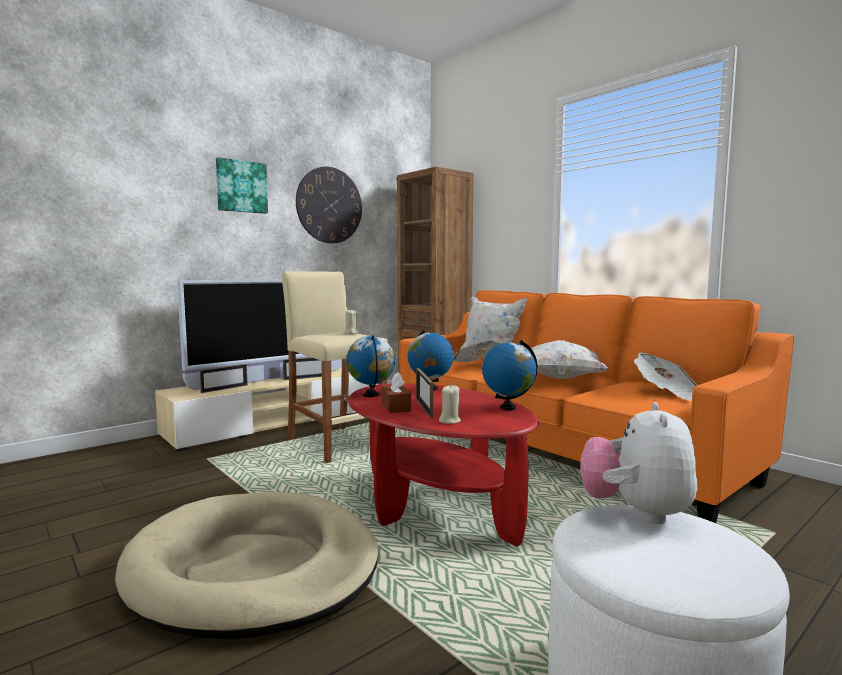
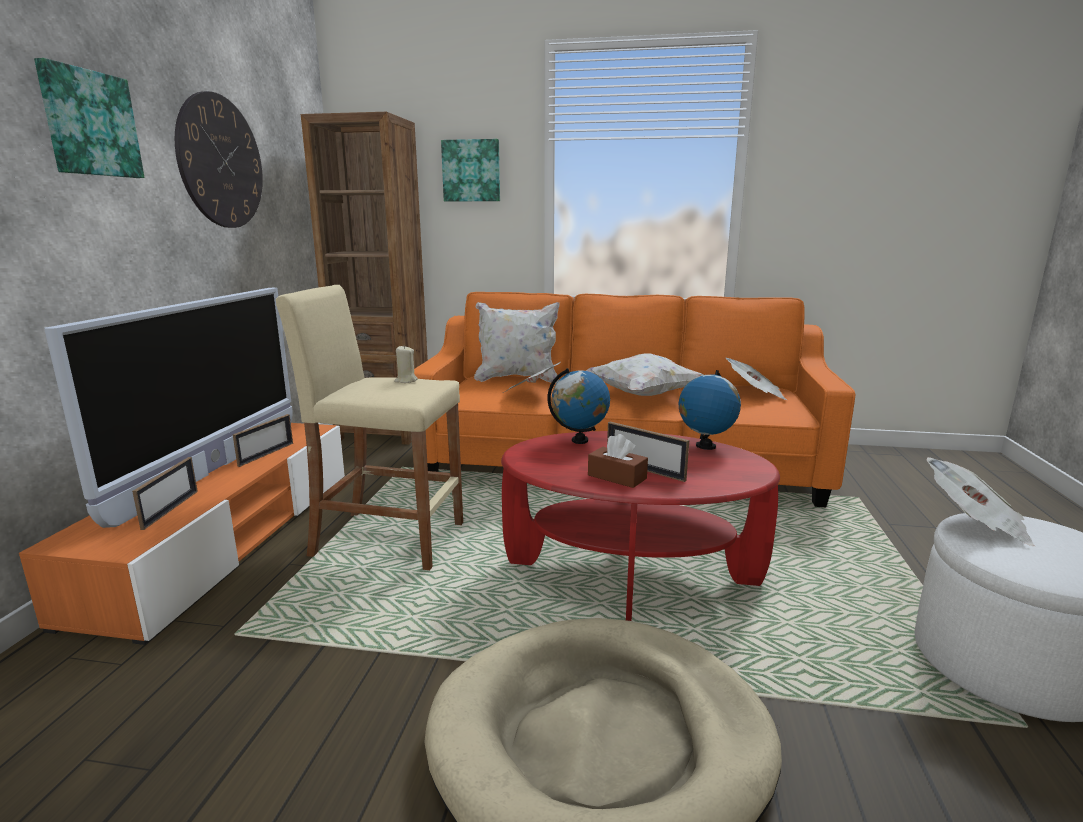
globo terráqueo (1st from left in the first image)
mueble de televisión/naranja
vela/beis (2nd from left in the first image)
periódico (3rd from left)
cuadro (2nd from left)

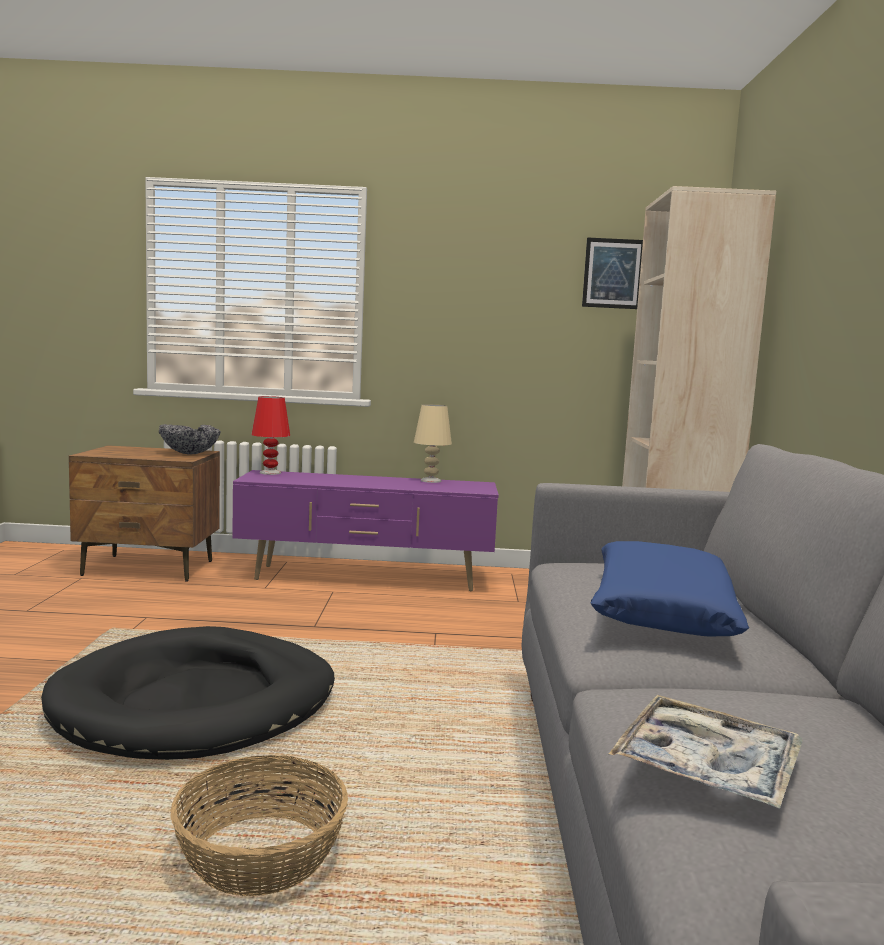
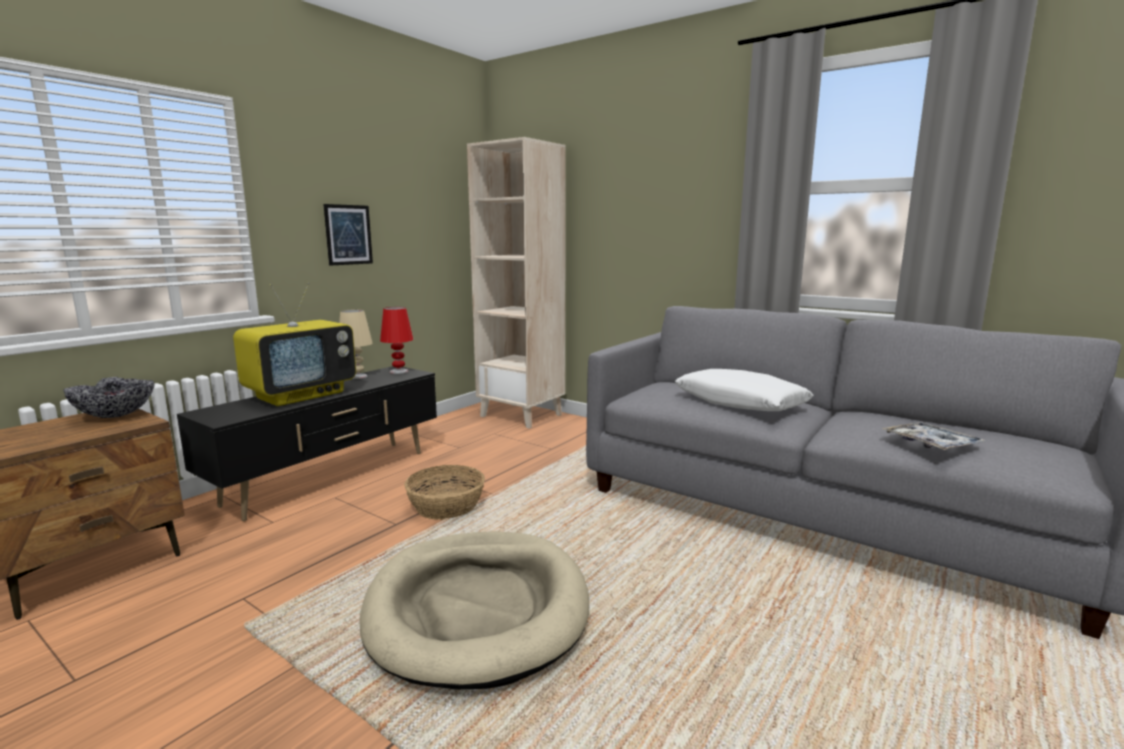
cuadro
lámpara de mesa/rojo
mueble de televisión/negro
cojín/blanco
cama para perro/beis
cesta
televisor

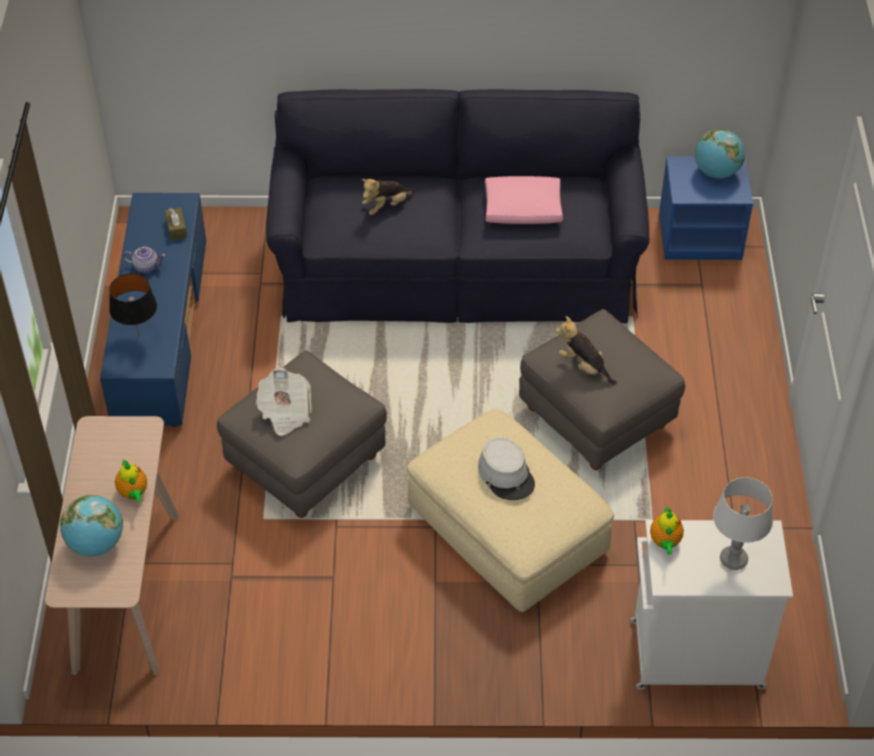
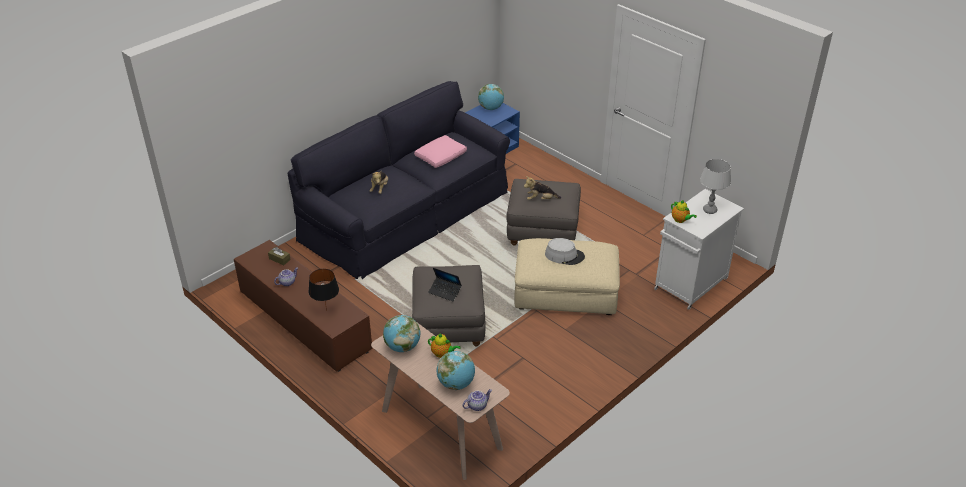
mueble de televisión/marrón
portátil
globo terráqueo (1st from left)
tetera (3rd from left)

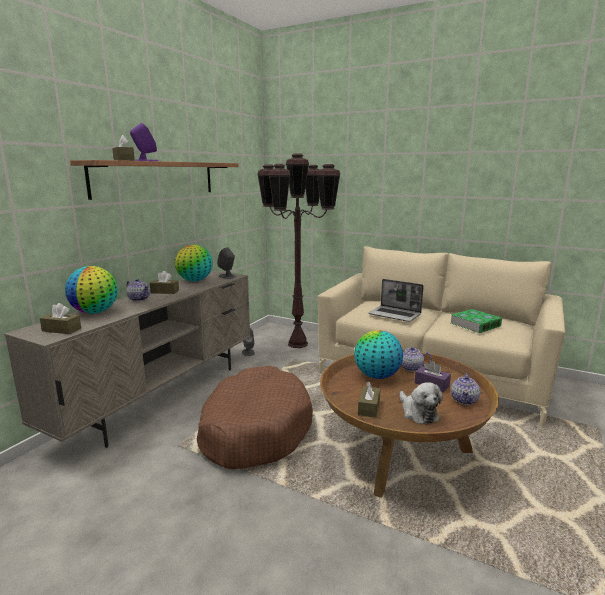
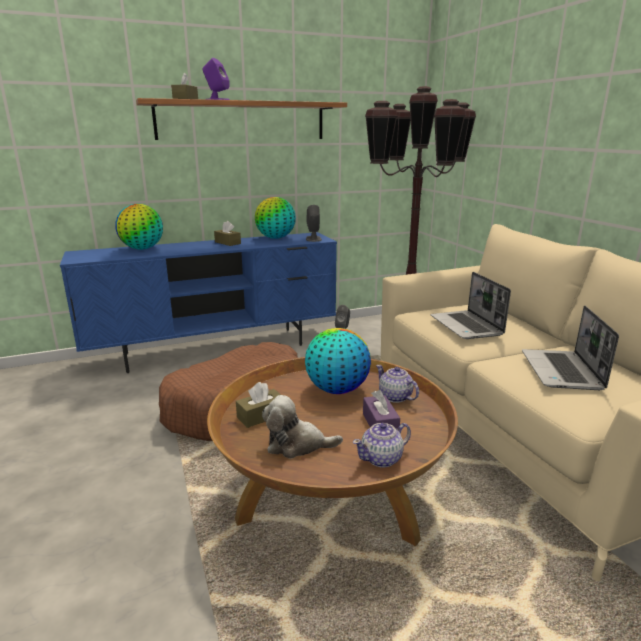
mueble de televisión/azul
tetera (1st from left in the first image)
caja de pañuelos/marrón (1st from left in the first image)
portátil (2nd from left)
peluche

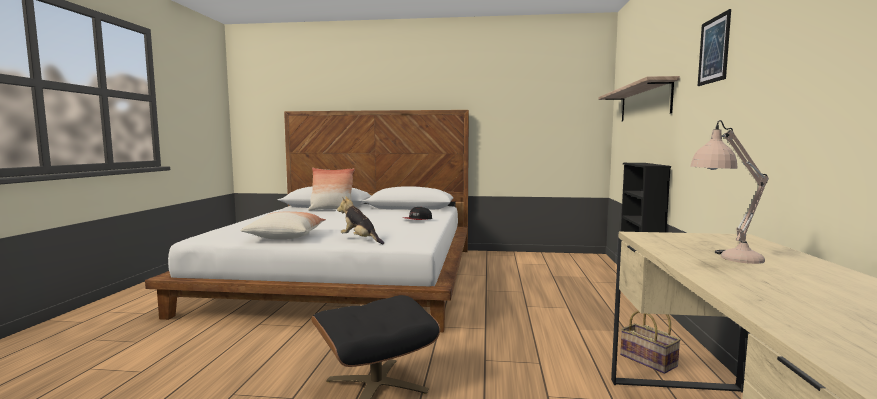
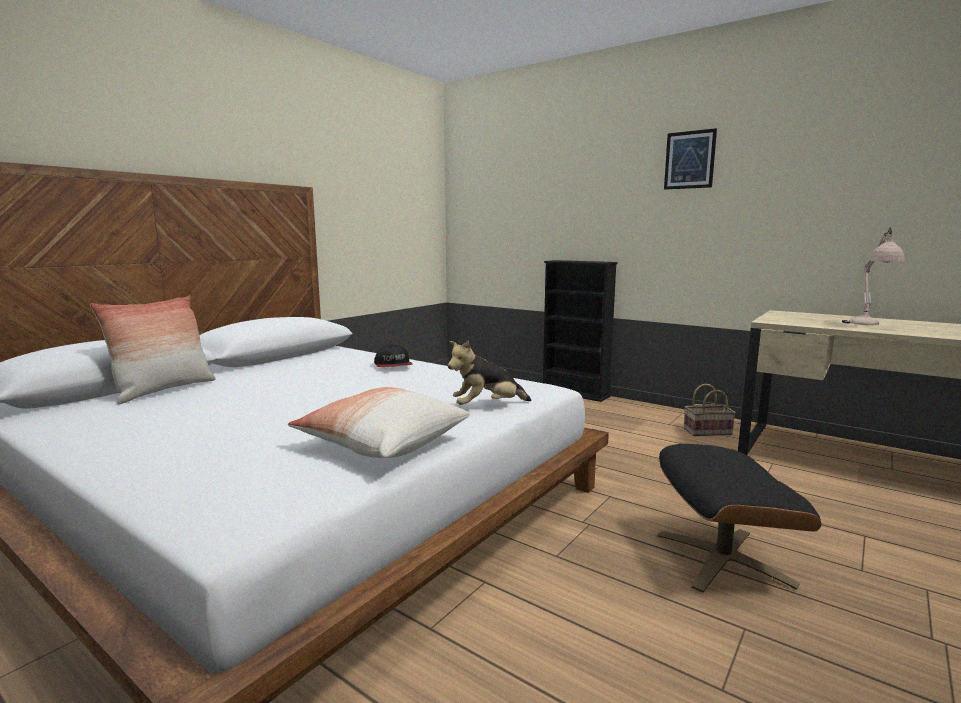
estante

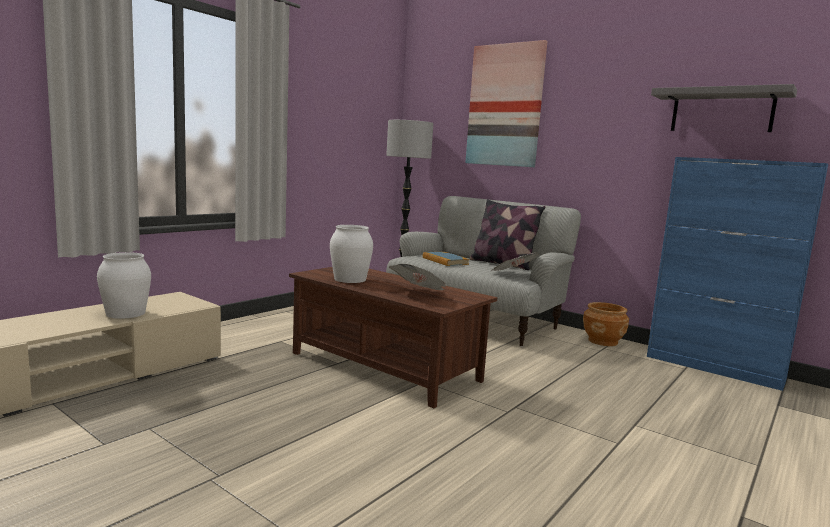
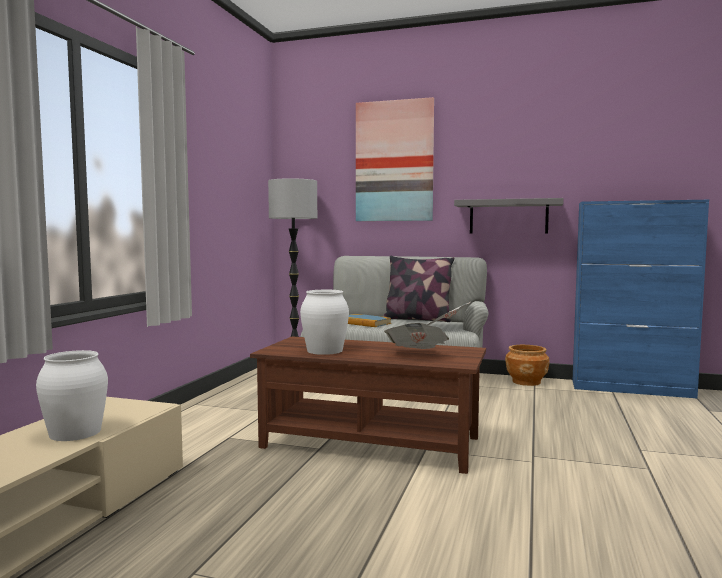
estante/gris

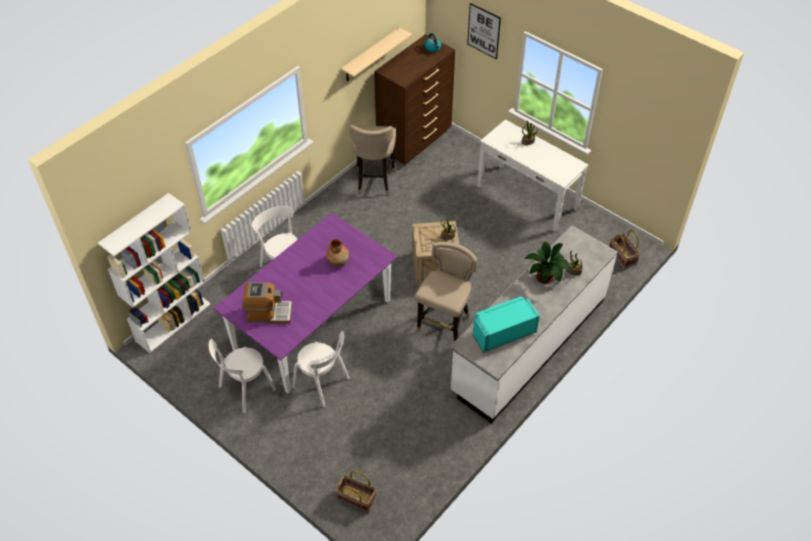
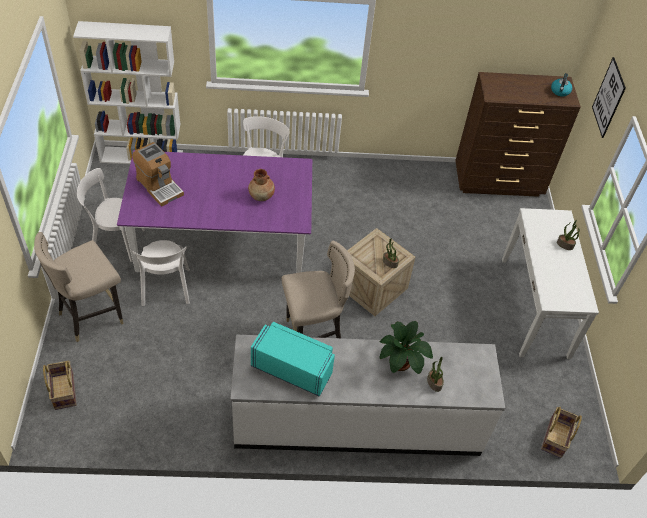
estante/beis
taburete/beis (1st from left)

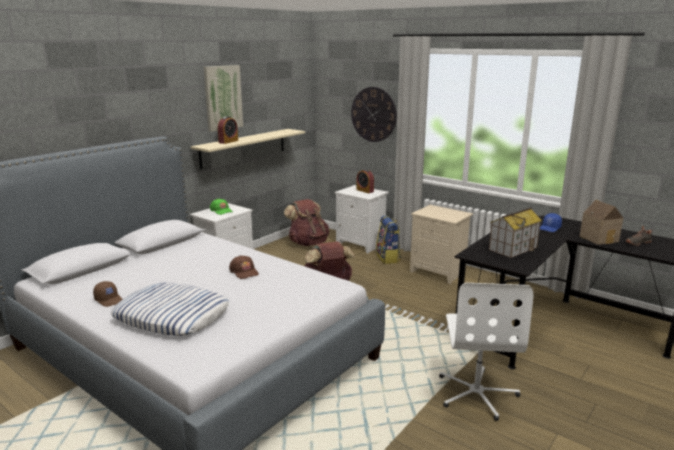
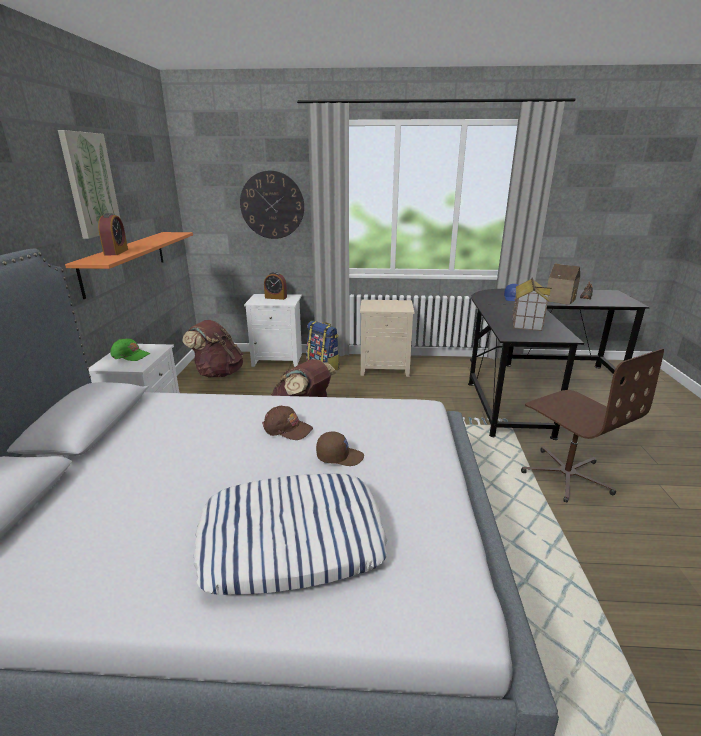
estante/naranja
gorra/marrón (2nd from left)
silla de oficina/marrón

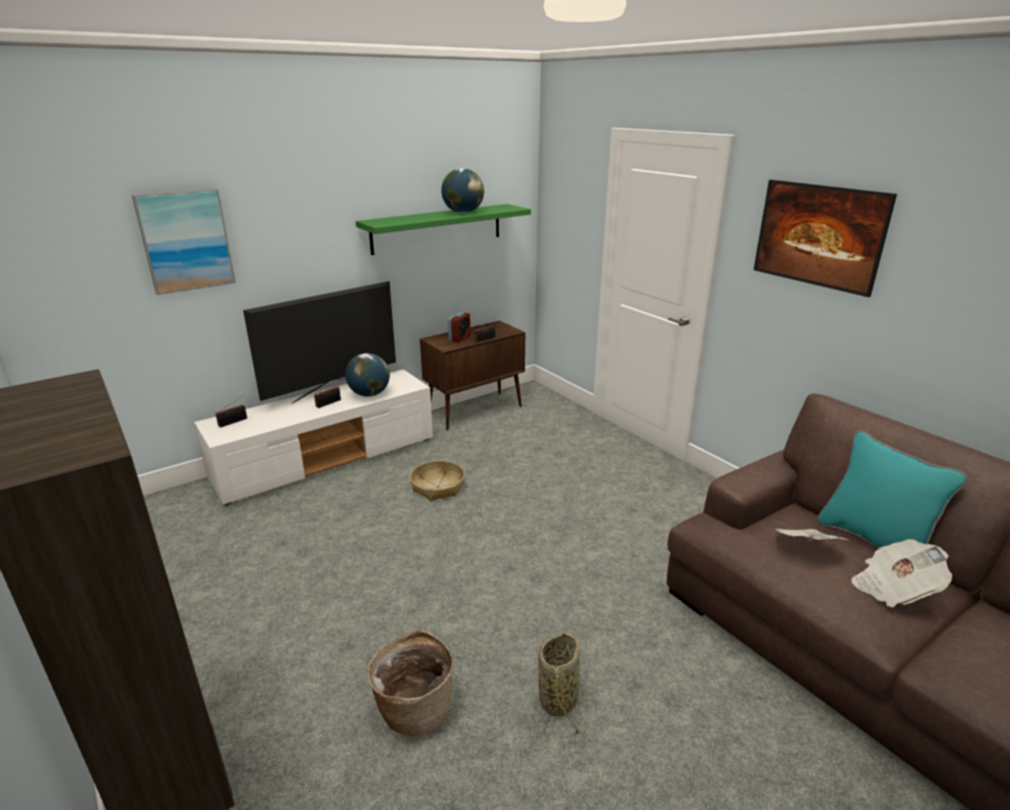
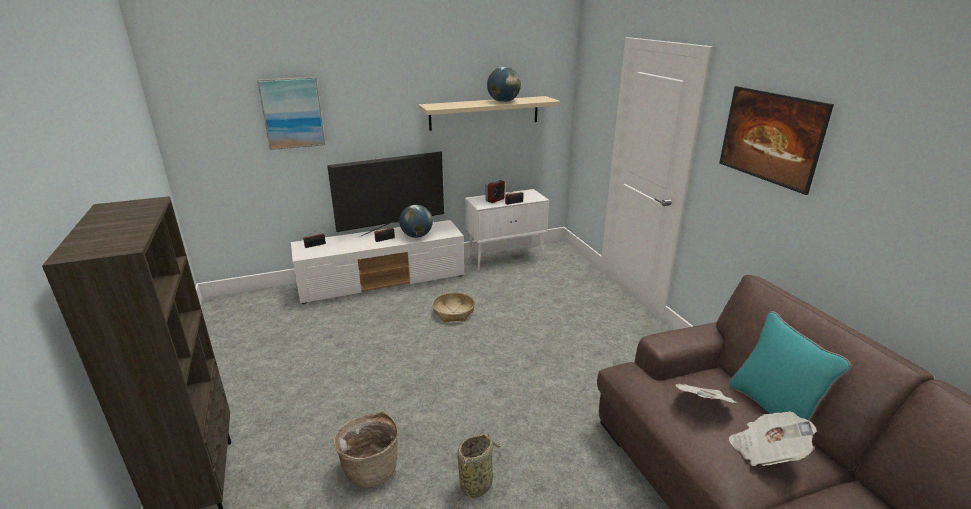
estante/beis
armario/blanco

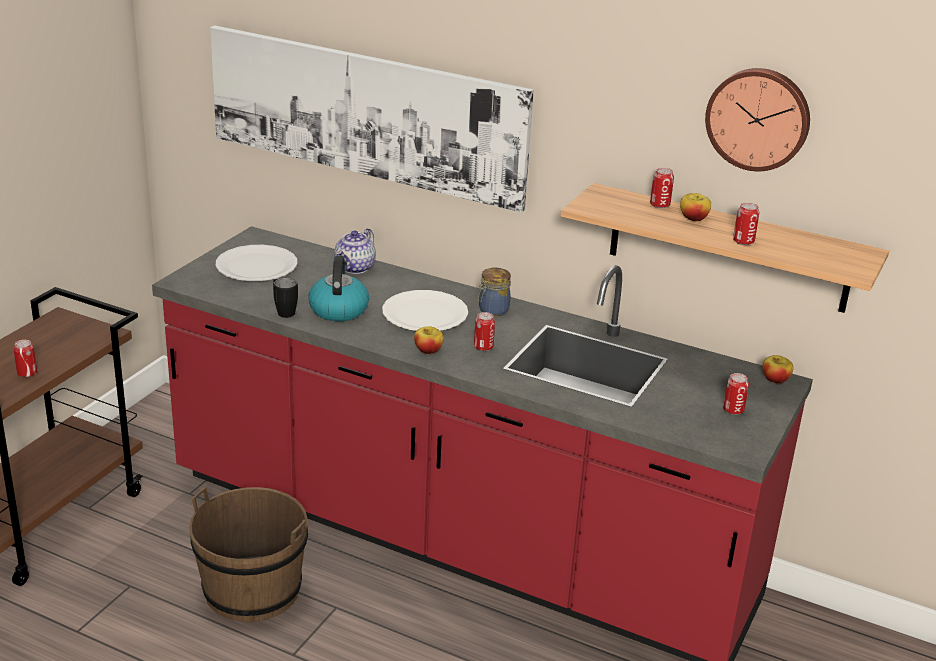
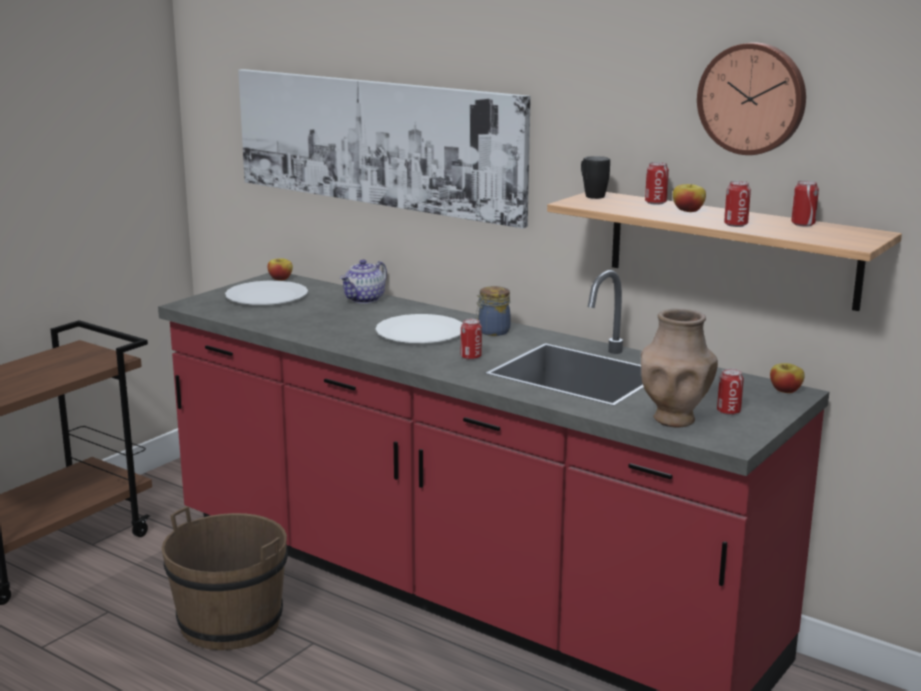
hervidor
taza grande/negro
manzana (1st from left)
lata (5th from left)
florero/marrón

